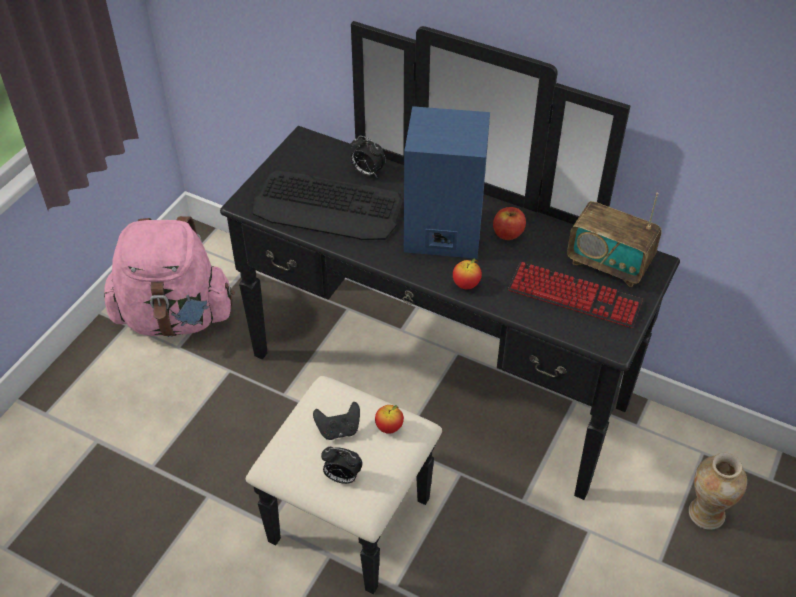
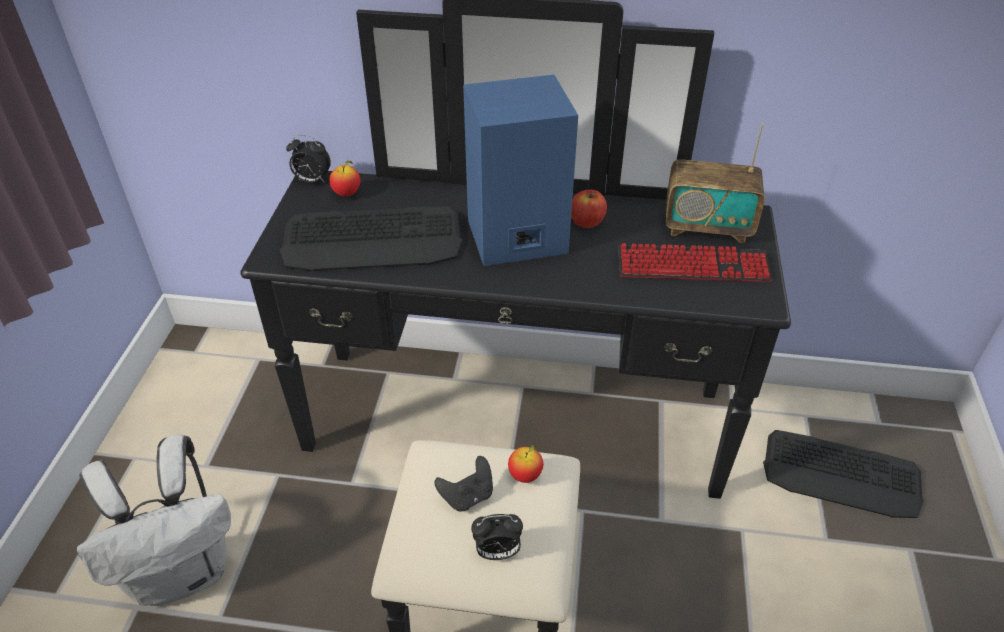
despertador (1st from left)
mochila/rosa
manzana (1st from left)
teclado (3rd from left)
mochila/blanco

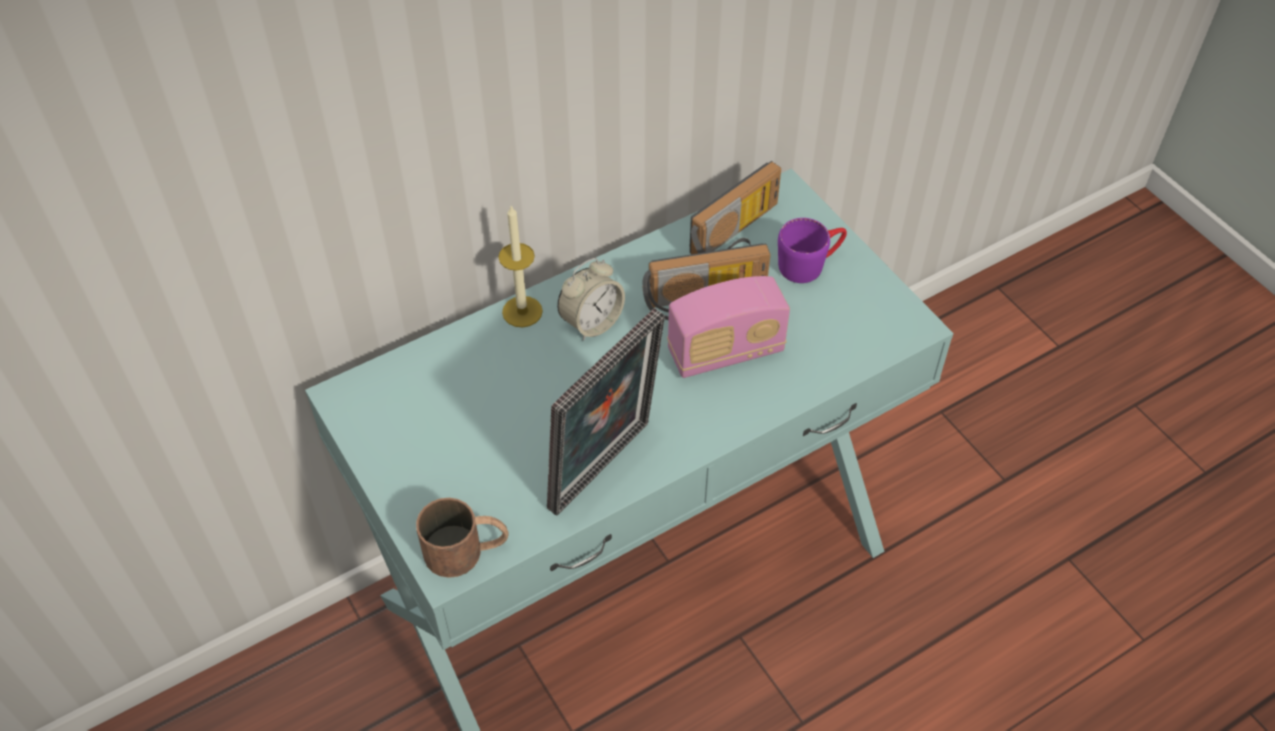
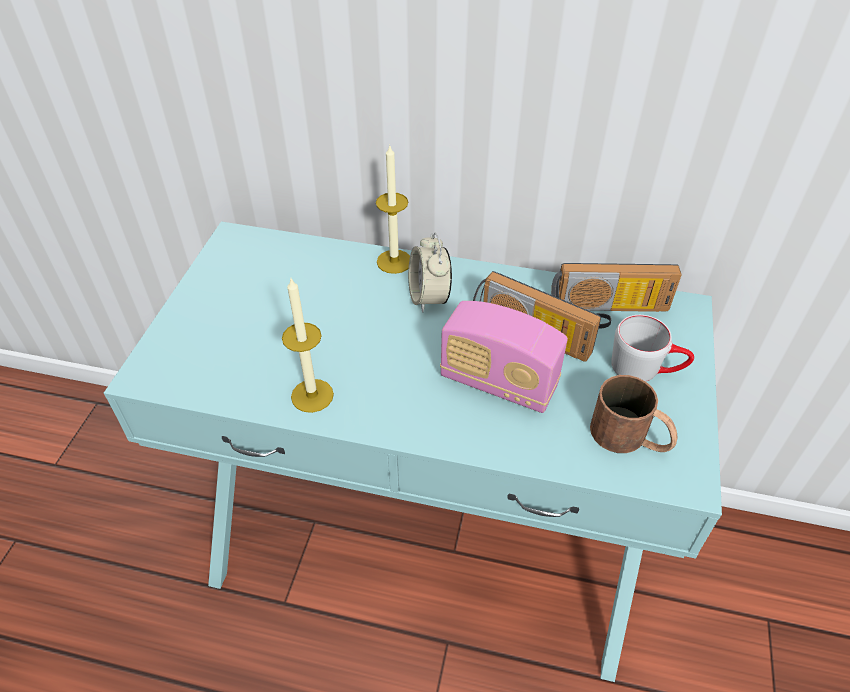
taza grande/gris
despertador
vela (1st from left)
taza grande/marrón

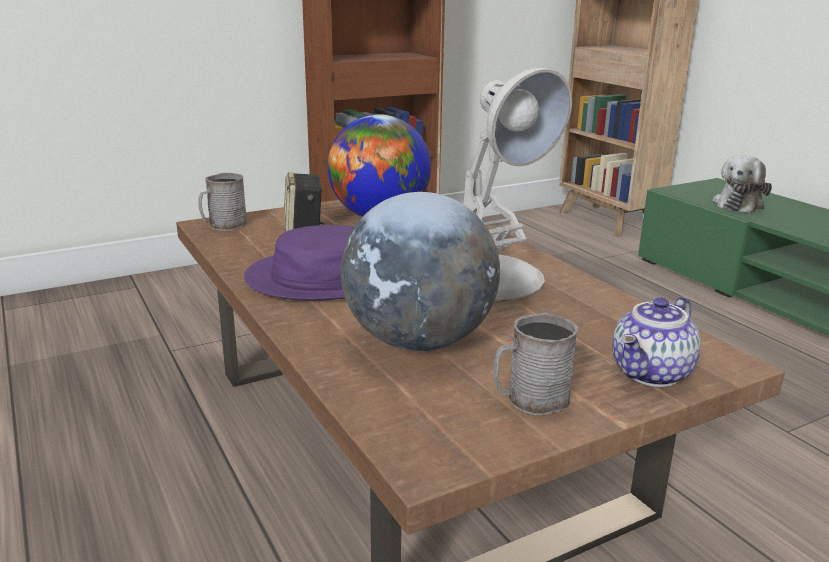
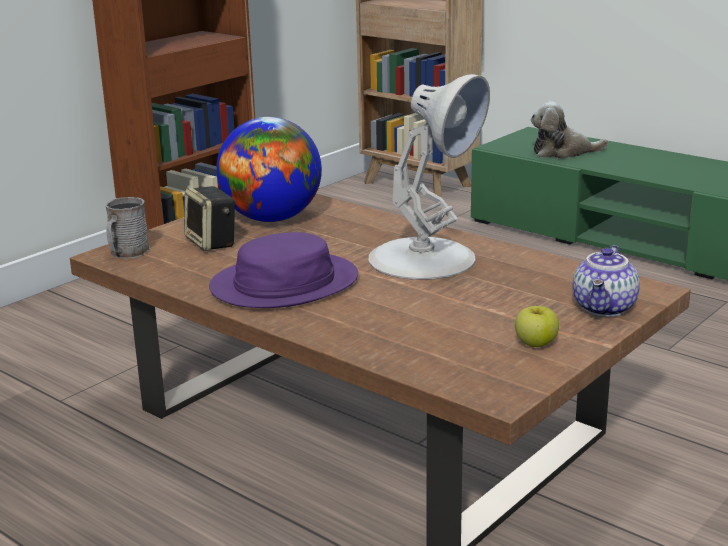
peluche
globo terráqueo (2nd from left in the first image)
manzana

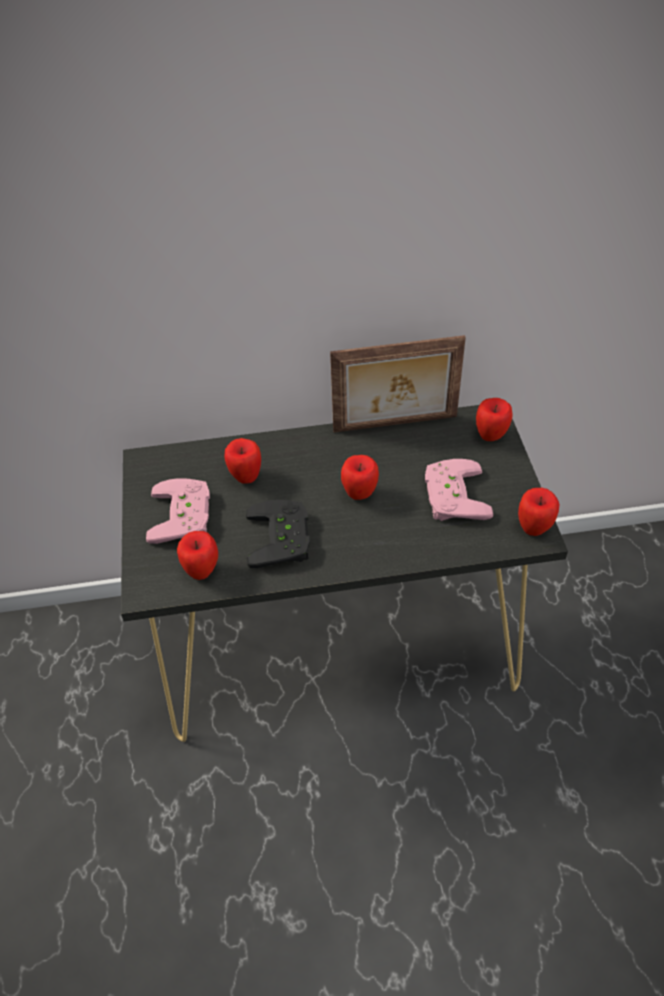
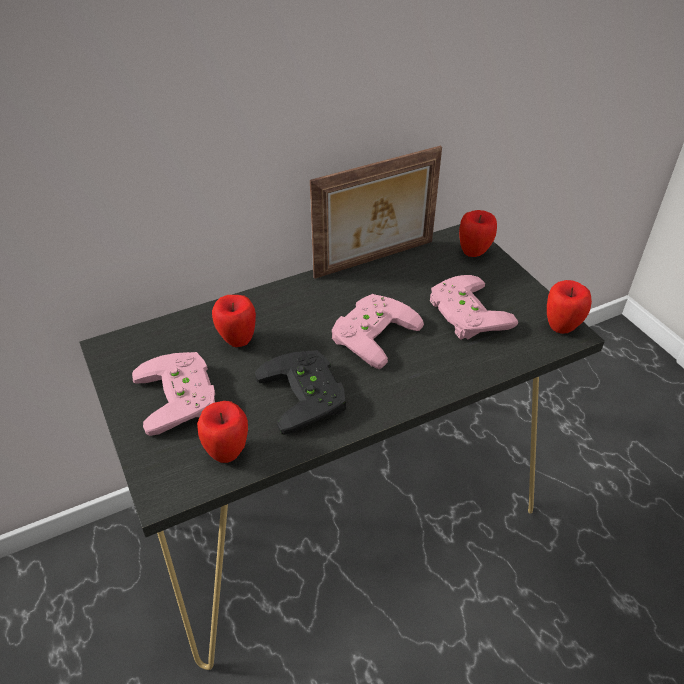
mando de consola/rosa (2nd from left)

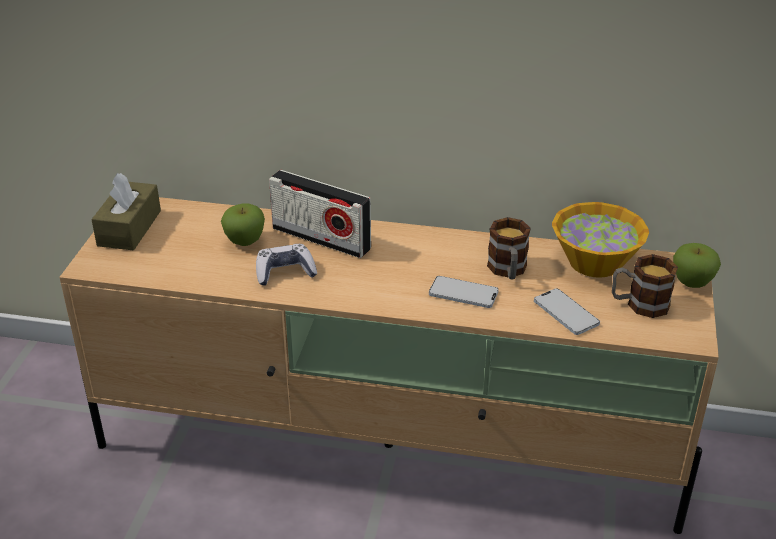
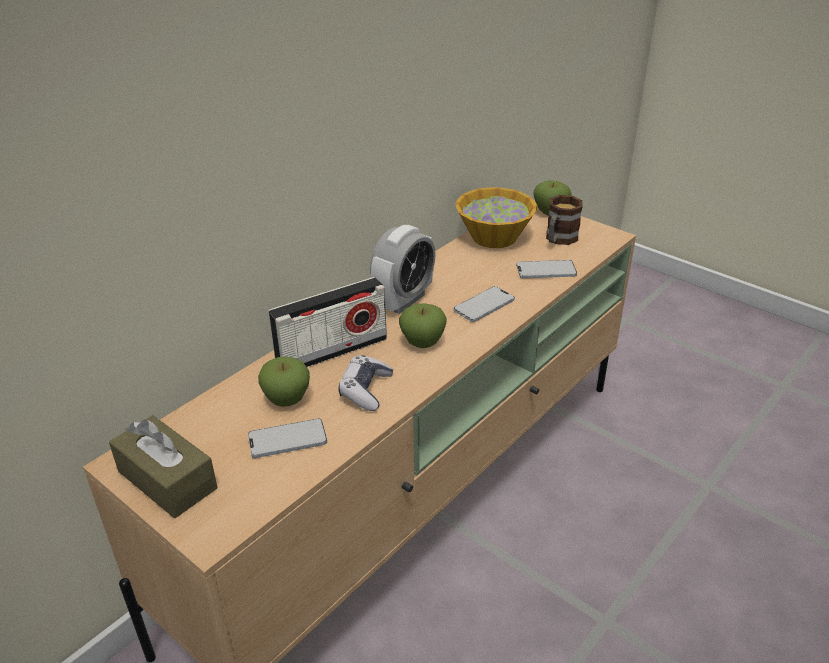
taza grande (1st from left in the first image)
despertador
manzana (2nd from left)
móvil (1st from left)

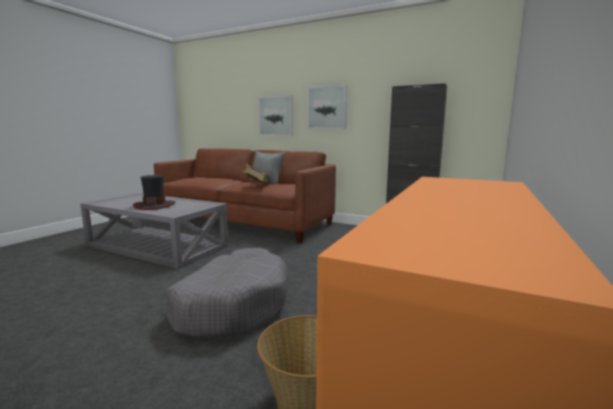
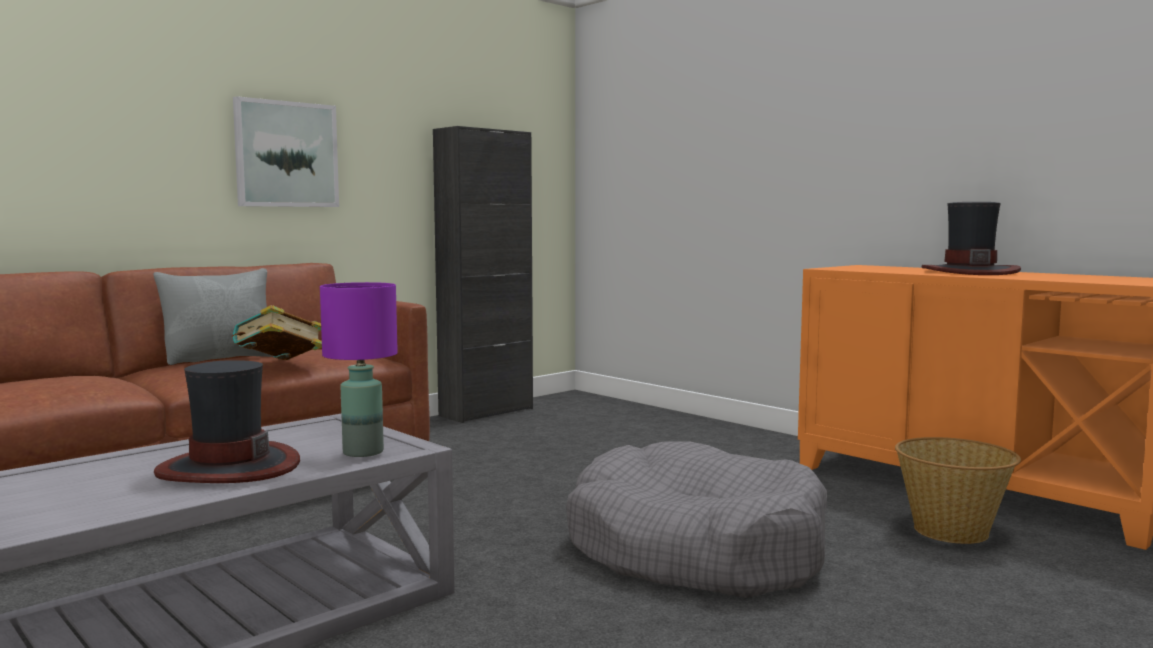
cuadro (1st from left in the first image)
sombrero (2nd from left)
lámpara de mesa/morado

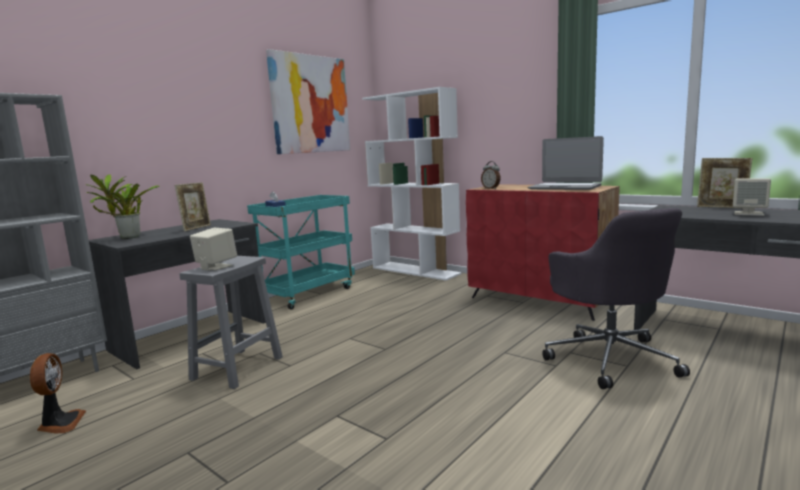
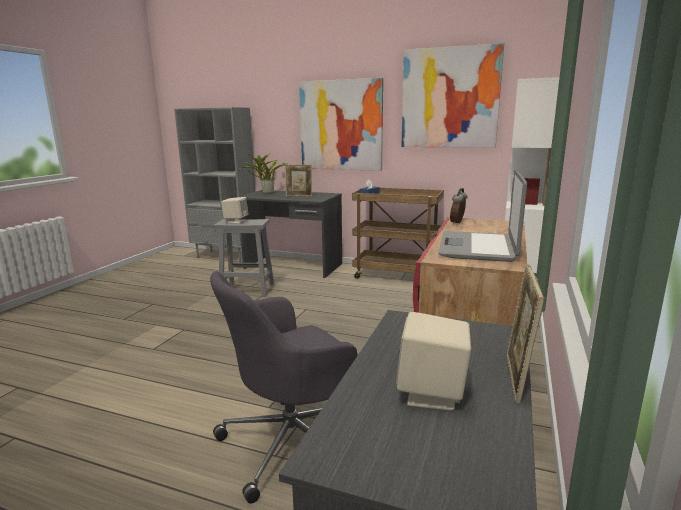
carrito/marrón
ventilador
cuadro (1st from left)

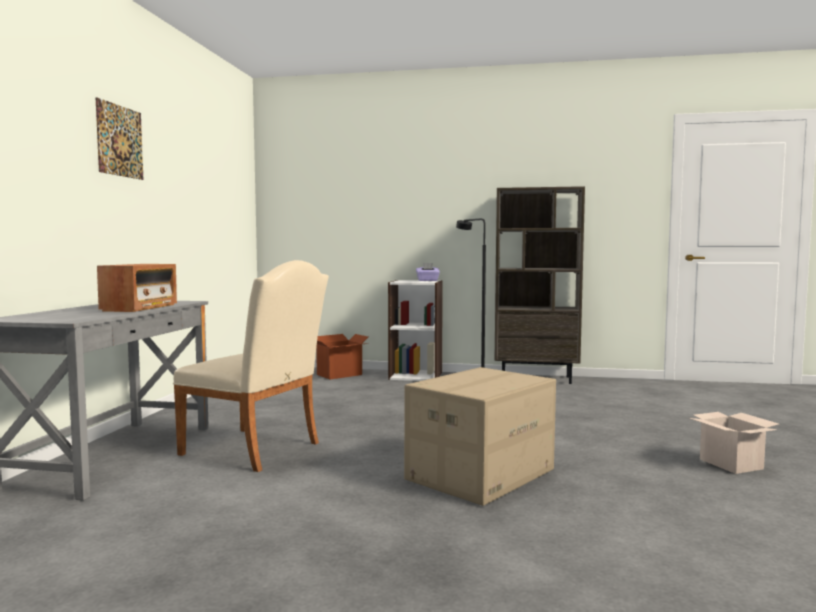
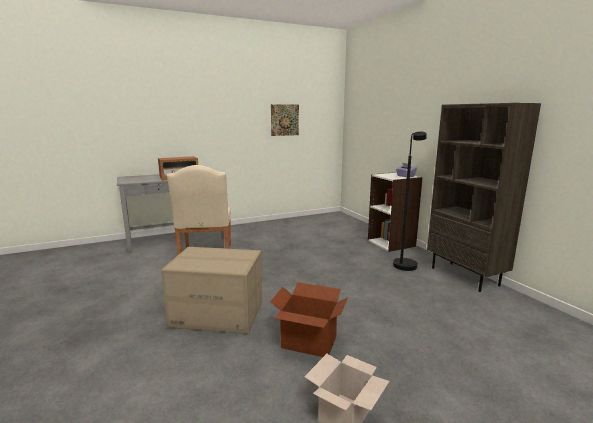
cuadro
caja de cartón (2nd from left)

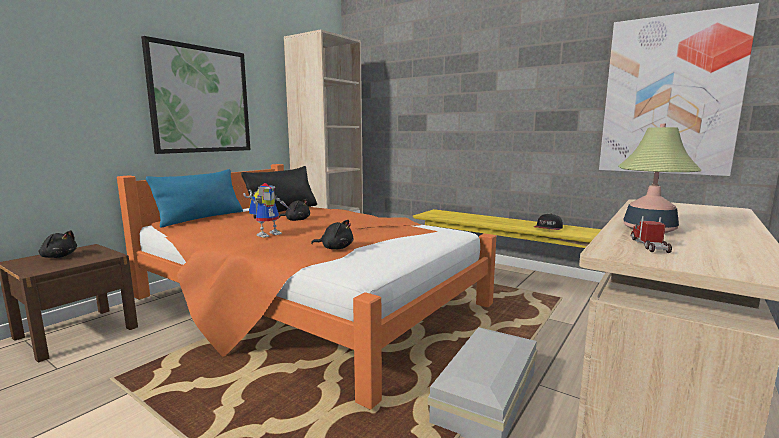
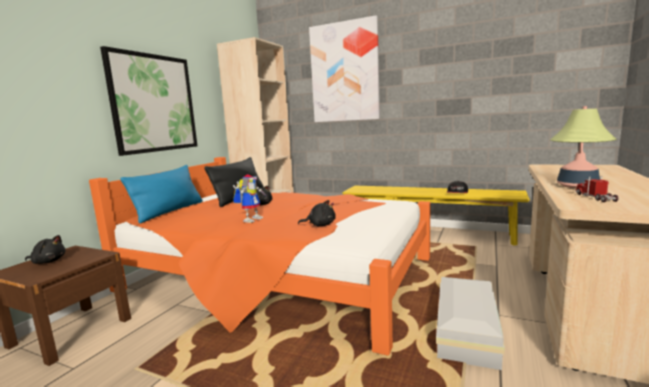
cuadro (2nd from left)

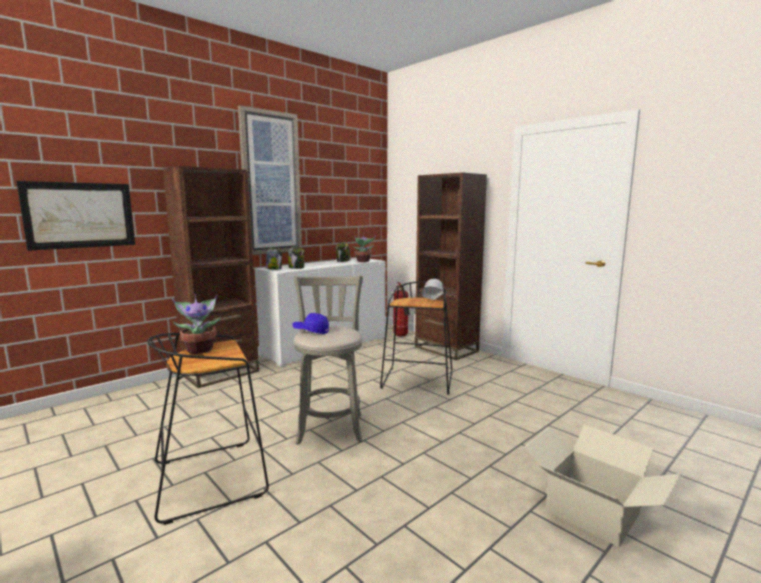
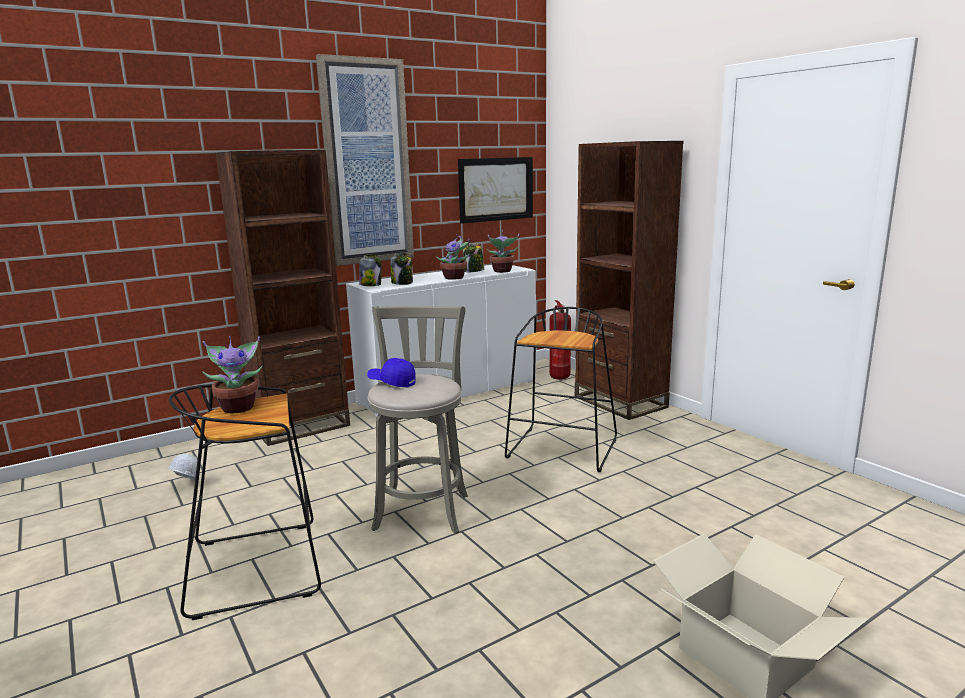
cuadro (2nd from left)
casco/blanco
planta en maceta (2nd from left)

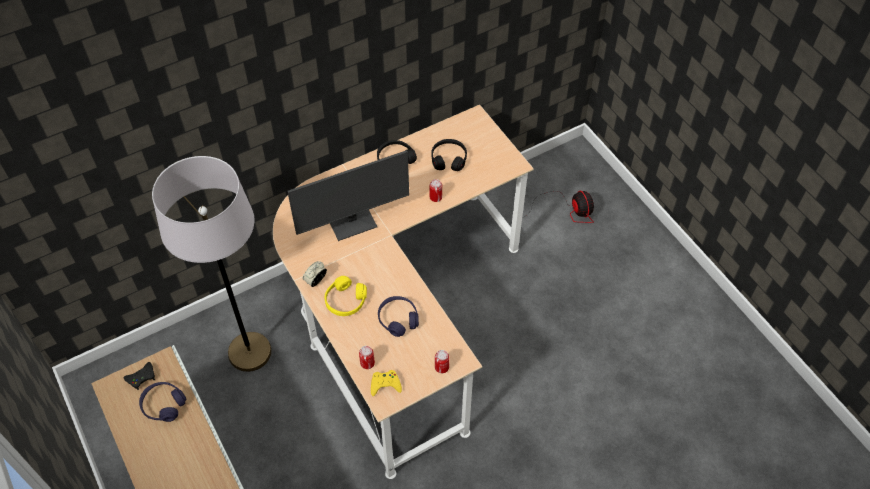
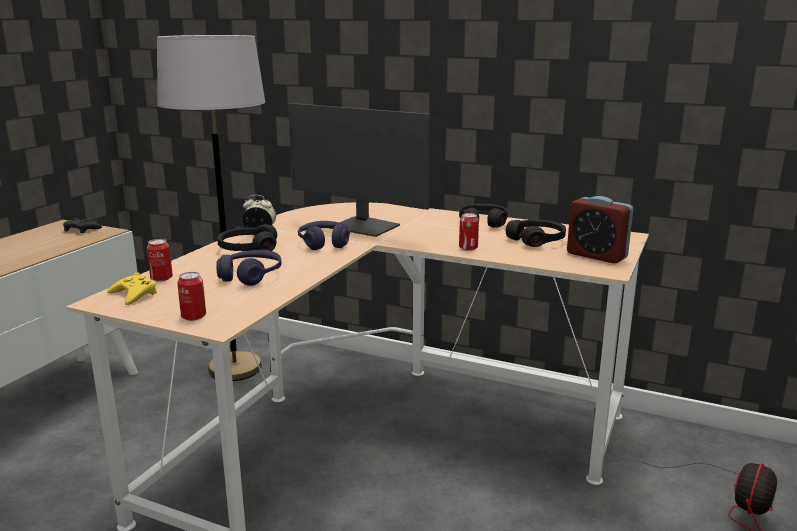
auriculares/negro (1st from left)
auriculares/morado (2nd from left)
despertador (2nd from left)

